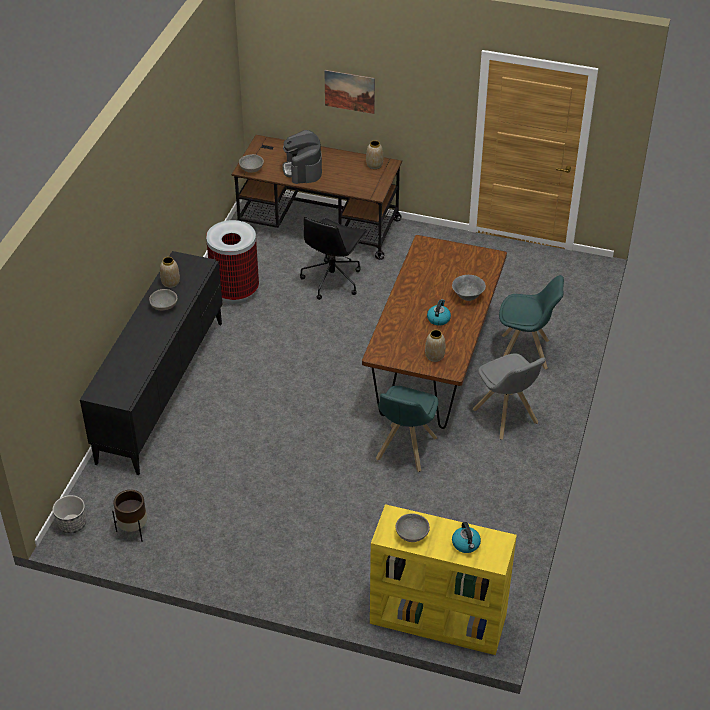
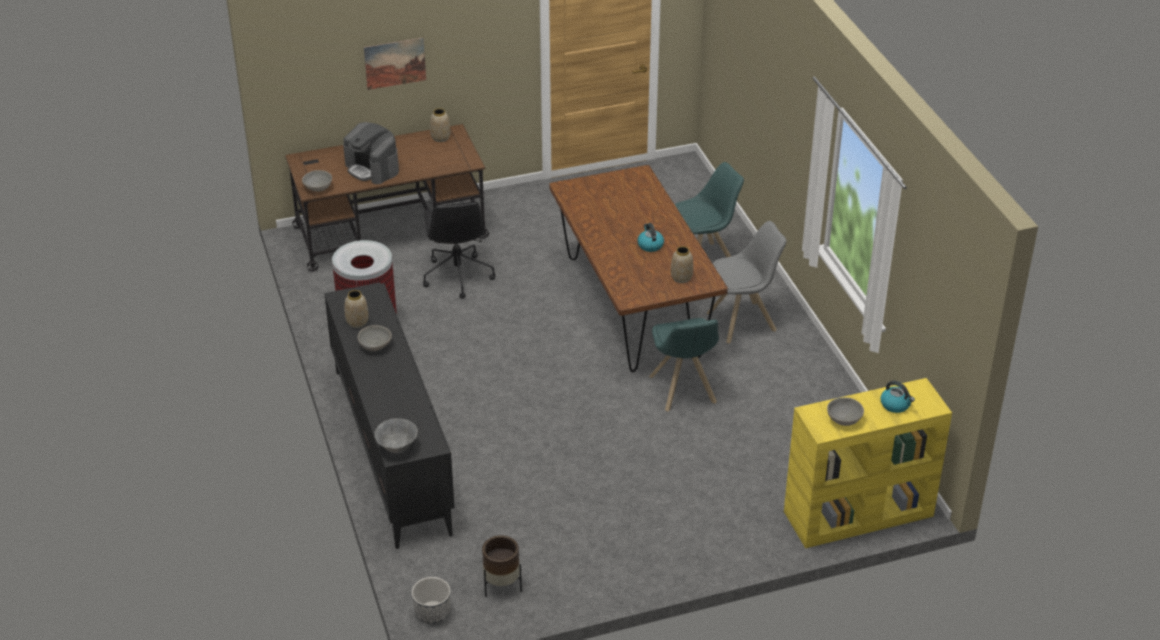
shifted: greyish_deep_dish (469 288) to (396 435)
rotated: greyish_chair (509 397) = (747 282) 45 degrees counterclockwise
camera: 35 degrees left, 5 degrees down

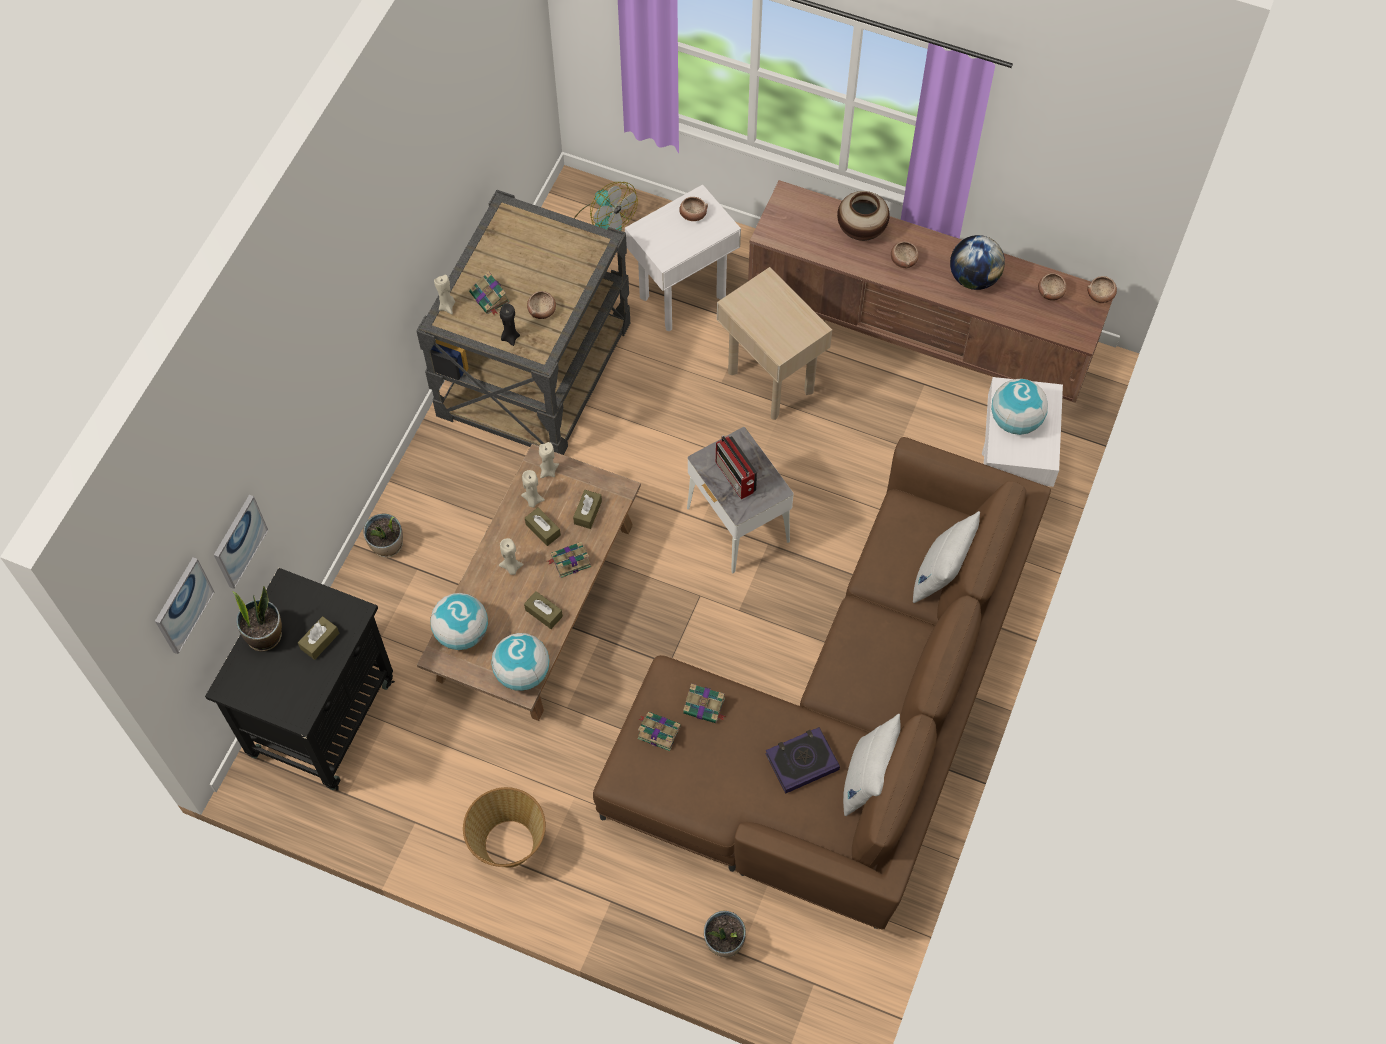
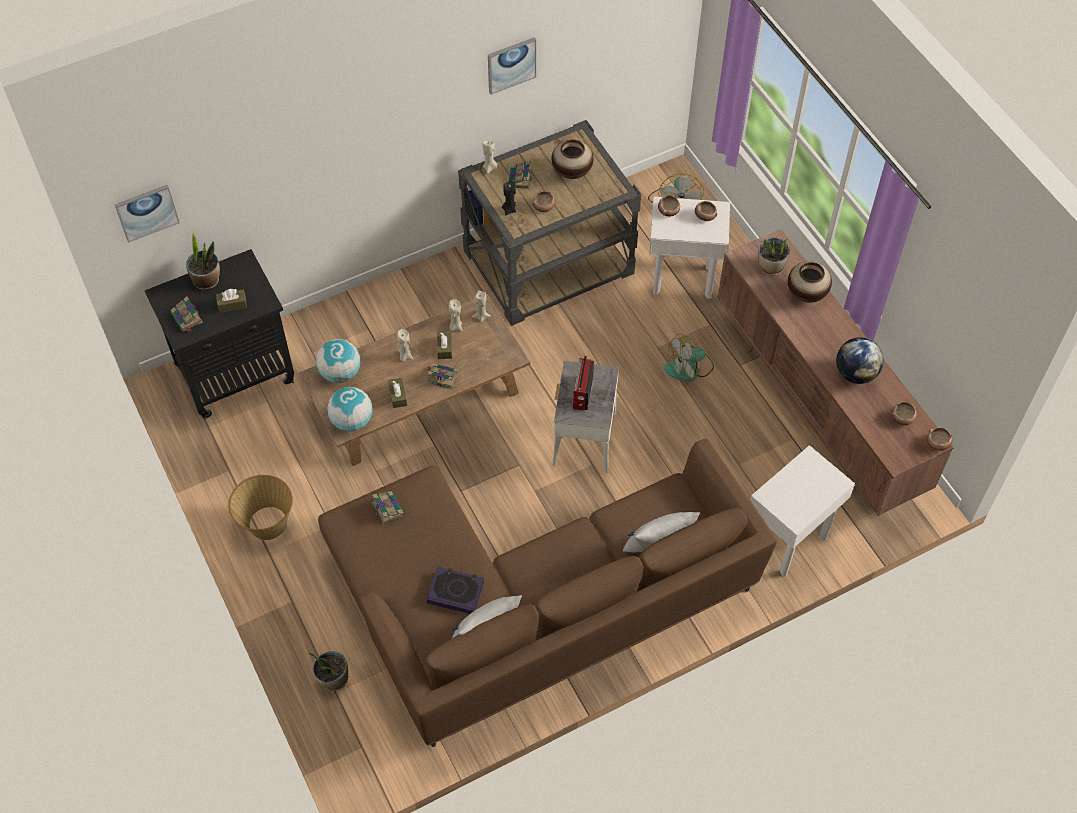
gone: brownish_box_of_tissues (587 509); world_globe (1019 407)
new: flower_vase (573 159)
shifted: book (704 703) to (187 314); wall_picture (241 542) to (512 66); deep_dish (905 254) to (669 206); houseplant (383 536) to (774 256)
swapped: beige-coloured_accent_table (774 343) to fan (689 358)
camera: 40 degrees right, 5 degrees down

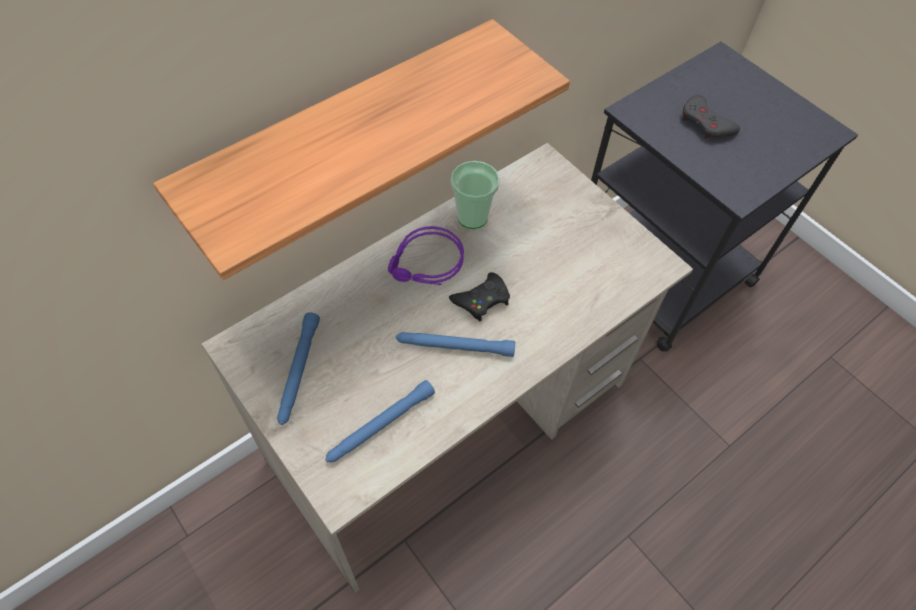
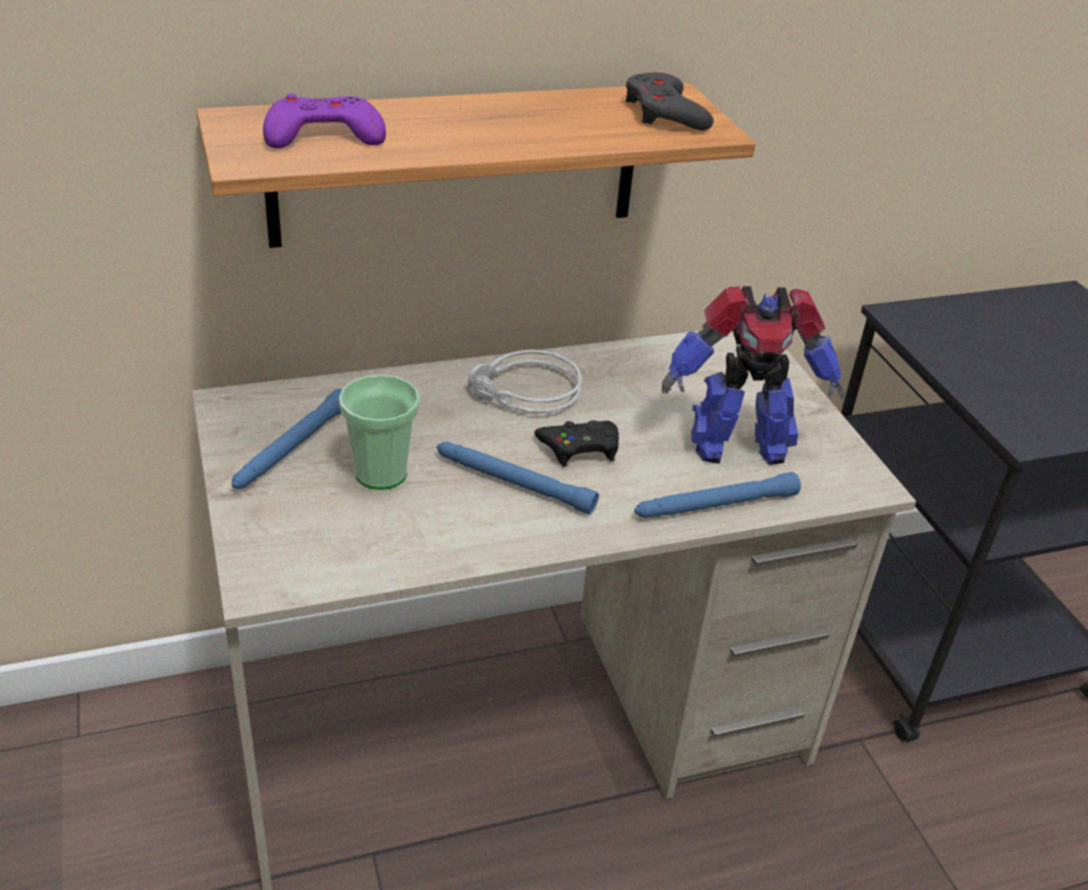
new: purple-coloured_game_controller (324 121); model_robot (753 375)
shifted: drinking_cup (475 195) to (379 432); greyish_game_controller (711 117) to (670 101); blue_torch (380 421) to (717 495)
repainted: purple-coloured_headset (426 255) to greyish_headset (525 381)
camera: 20 degrees right, 20 degrees down

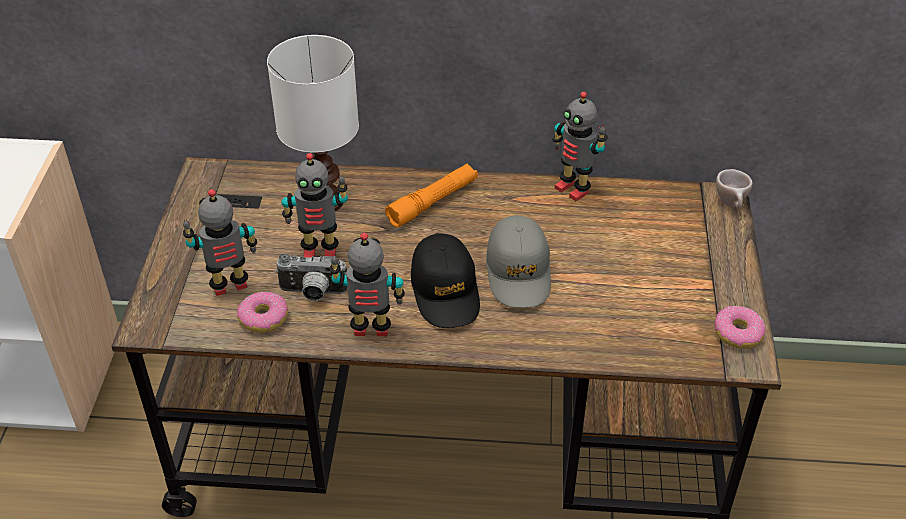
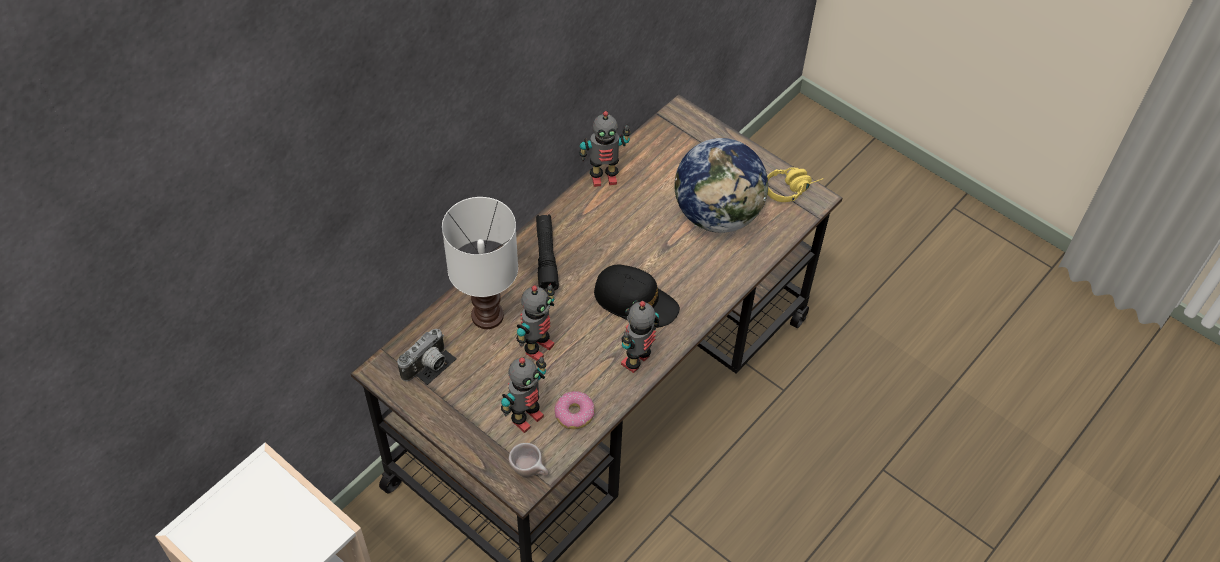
gone: greyish_peaked_cap (518 261)
new: world_globe (721 185)
shifted: still_camera (311 277) to (421 355); beige-coloured_drinking_cup (734 189) to (529 460)
swapped: ring_doughnut (740 327) to yellow_headset (795 184)
repainted: orange_torch (431 195) to black_torch (547 252)
rotated: model_robot (220 242) = (523 394) 150 degrees counterclockwise
camera: 55 degrees left, 10 degrees up

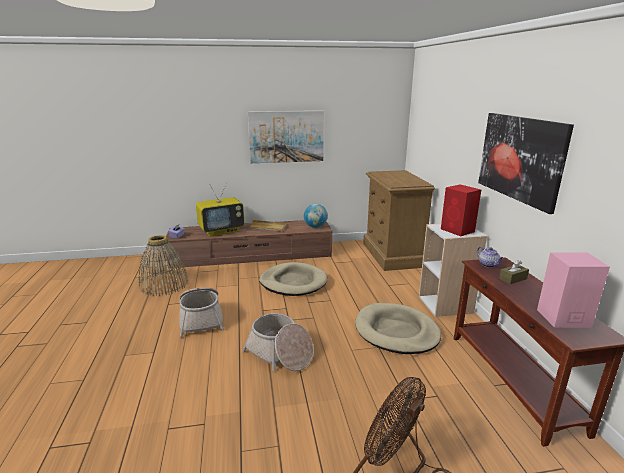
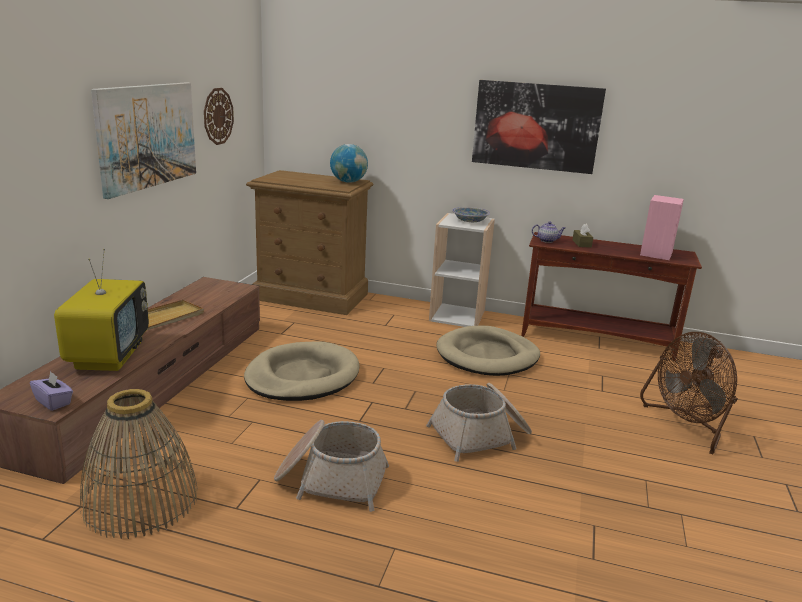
new: hanging_clock (219 116)
shifted: world_globe (316 216) to (349 163)
swapped: red_loudspeaker (461 210) to deep_dish (471 214)
camera: 65 degrees left, 0 degrees up

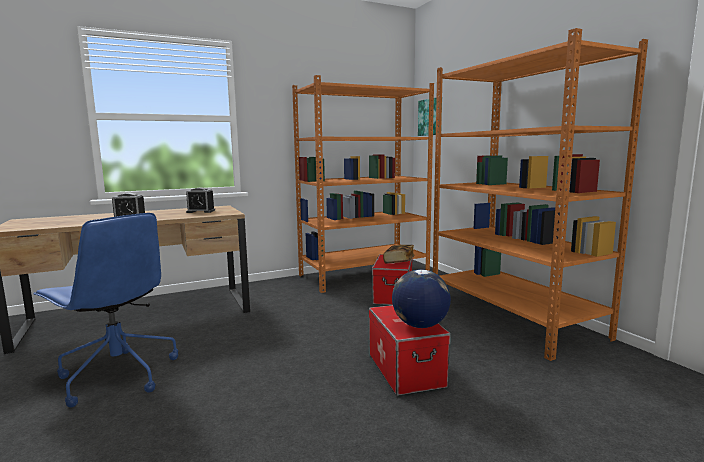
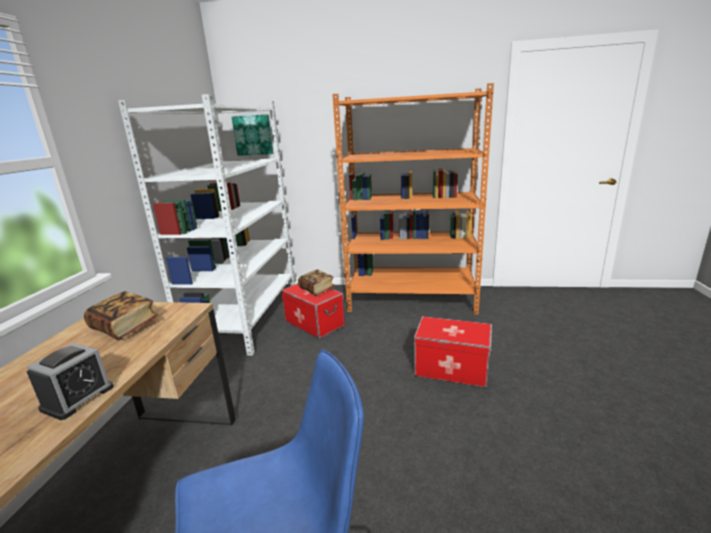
gone: world_globe (421 298)
swapped: bedside_clock (200 200) to book (121 315)
repainted: orange_bookshelf (363 184) to white_bookshelf (206 225)
camera: 55 degrees left, 10 degrees up

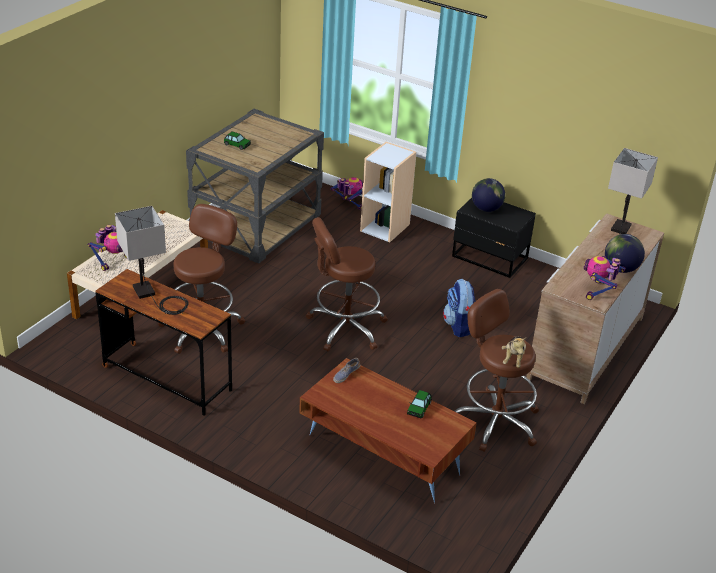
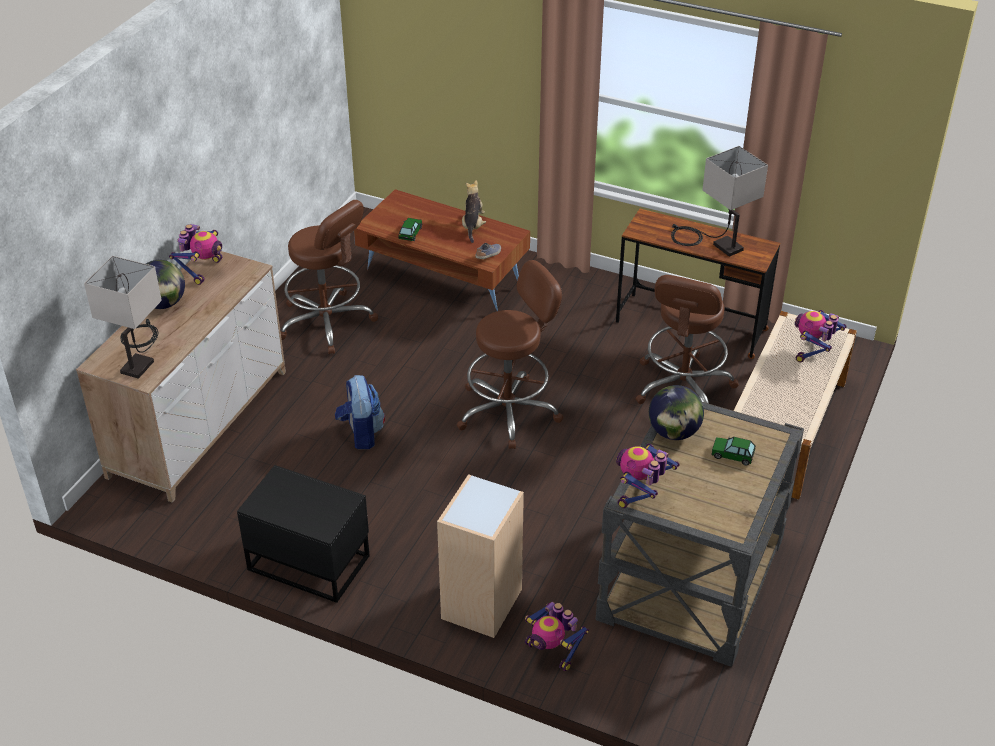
new: model_robot (648 476)
shifted: soft_toy (514 352) to (474 211); world_globe (488 195) to (676 412)
camera: 175 degrees right, 5 degrees up

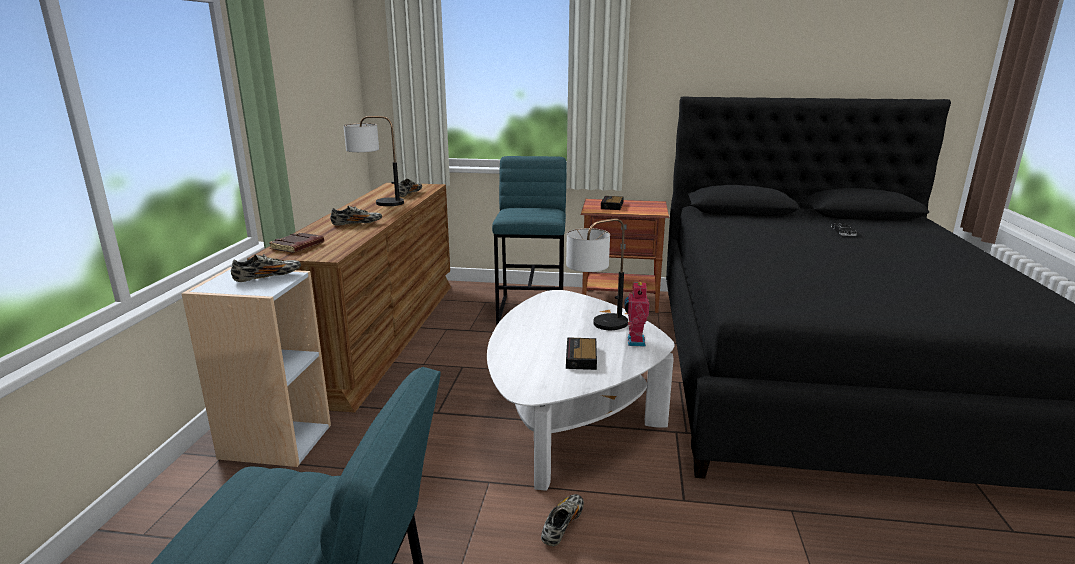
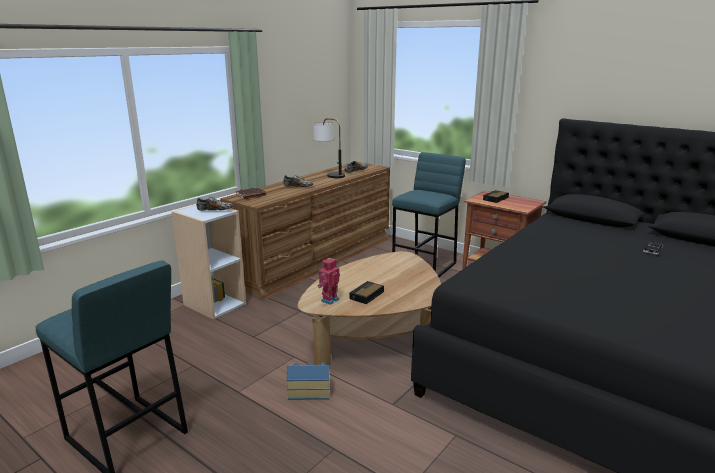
gone: tabletop_lamp (597 274)
shifted: model_robot (636 313) to (328 281)
swapped: low_shoe (562 520) to miniature_house (308 381)
repainted: white_lounge_table (581 390) to brownish_lounge_table (369 308)
camera: 30 degrees right, 0 degrees up

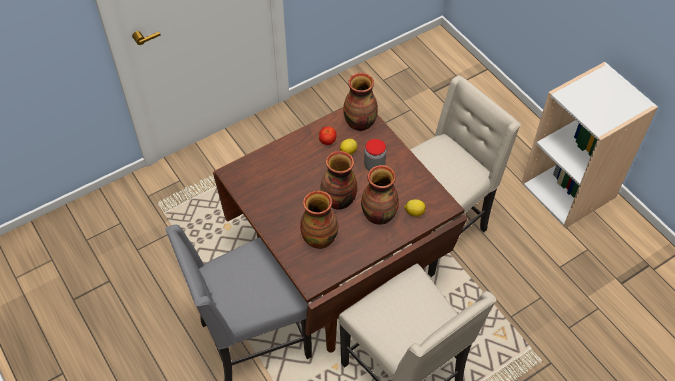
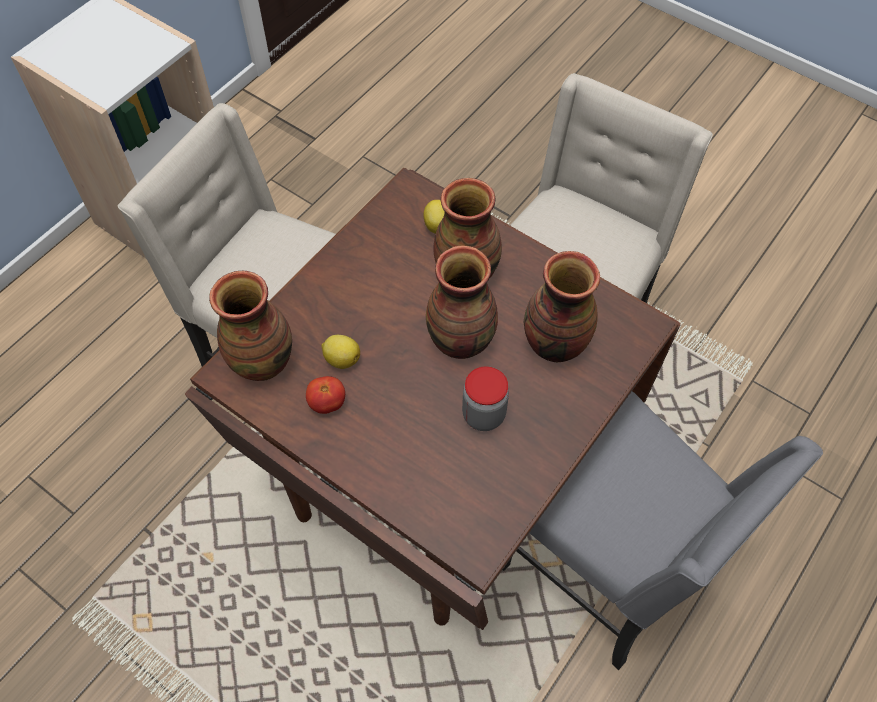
shifted: preserve_jar (375 155) to (485 398)
camera: 110 degrees left, 5 degrees up

